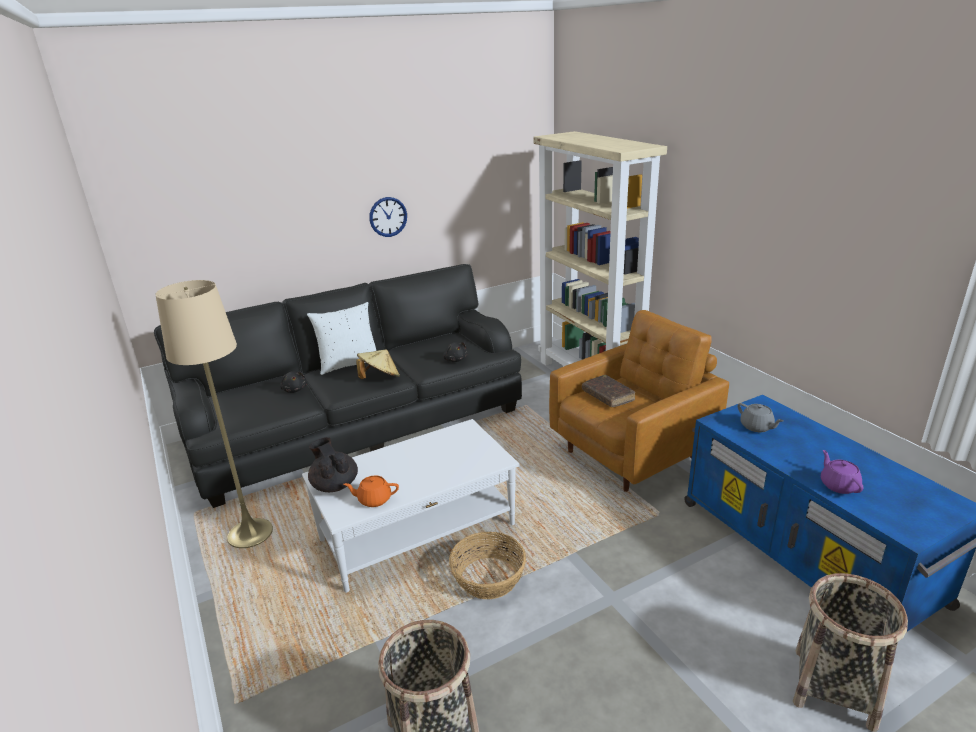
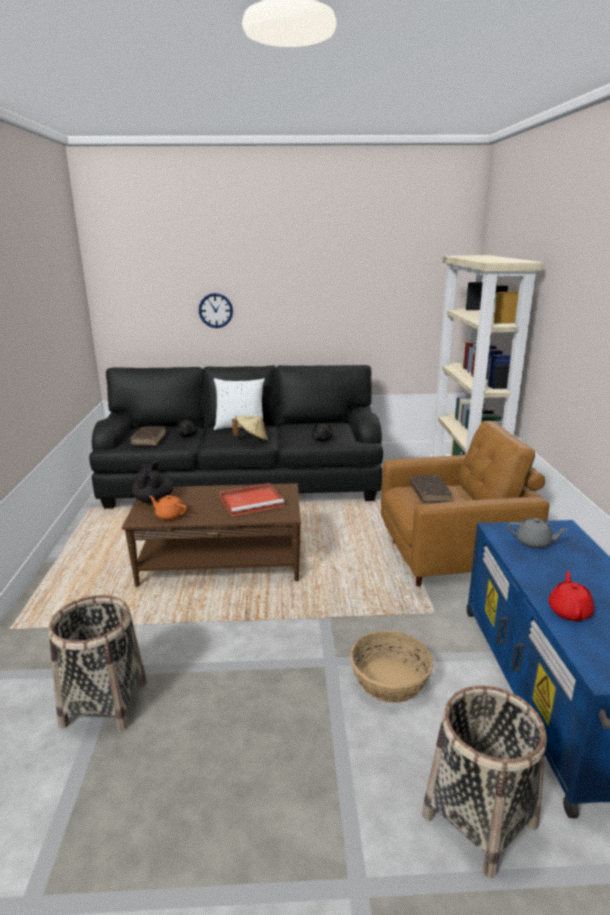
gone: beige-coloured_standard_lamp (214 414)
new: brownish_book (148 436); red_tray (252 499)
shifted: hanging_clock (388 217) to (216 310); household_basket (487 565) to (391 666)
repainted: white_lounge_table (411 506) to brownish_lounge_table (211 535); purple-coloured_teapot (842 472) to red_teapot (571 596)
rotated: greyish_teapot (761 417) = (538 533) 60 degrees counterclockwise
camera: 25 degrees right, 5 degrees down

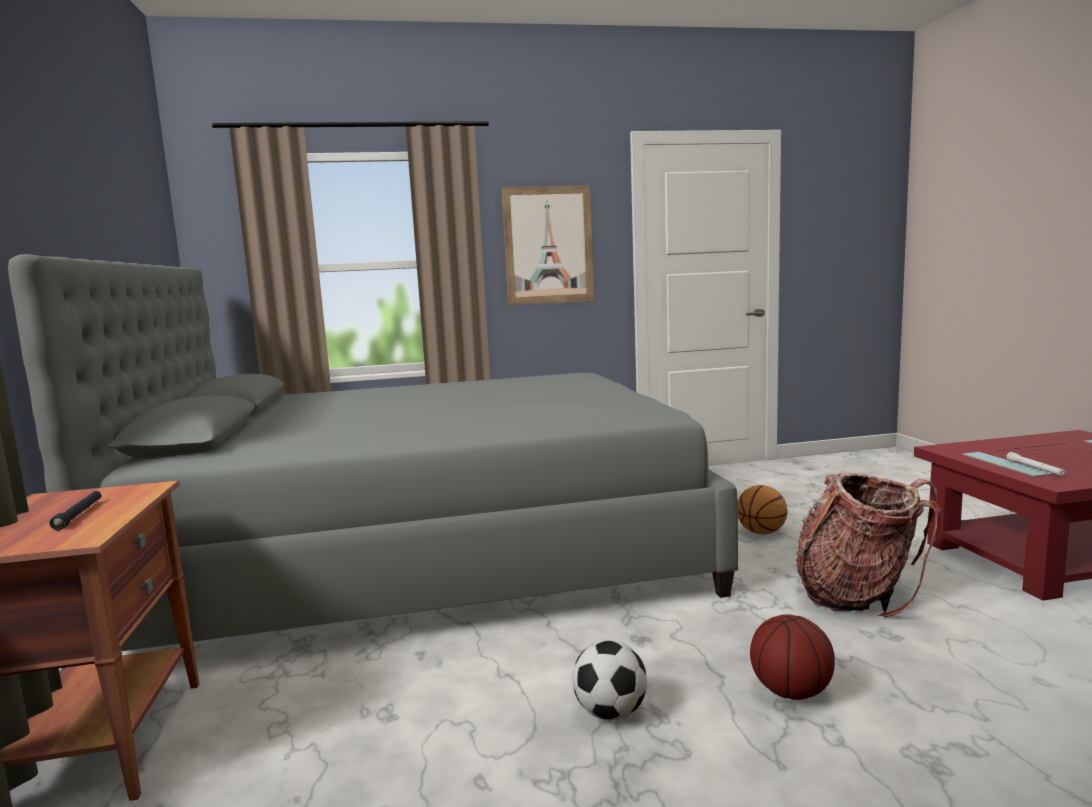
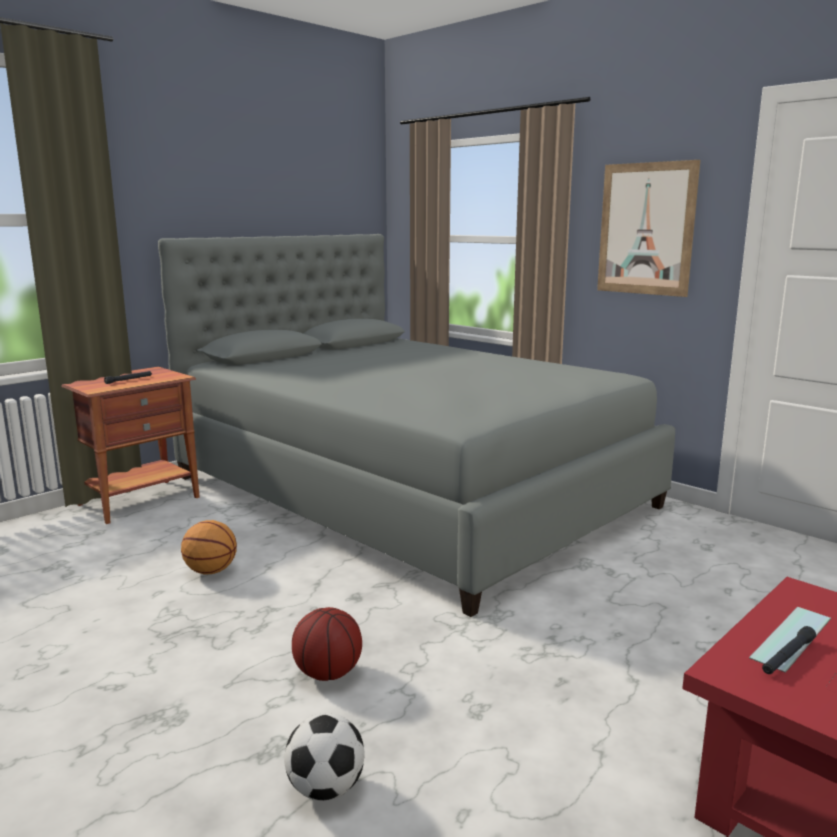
gone: backpack (868 545)
shifted: basketball_ball (763 510) to (209 547); football (609 680) to (324 756)
repainted: white_torch (1035 464) to black_torch (789 650)
camera: 55 degrees right, 5 degrees up

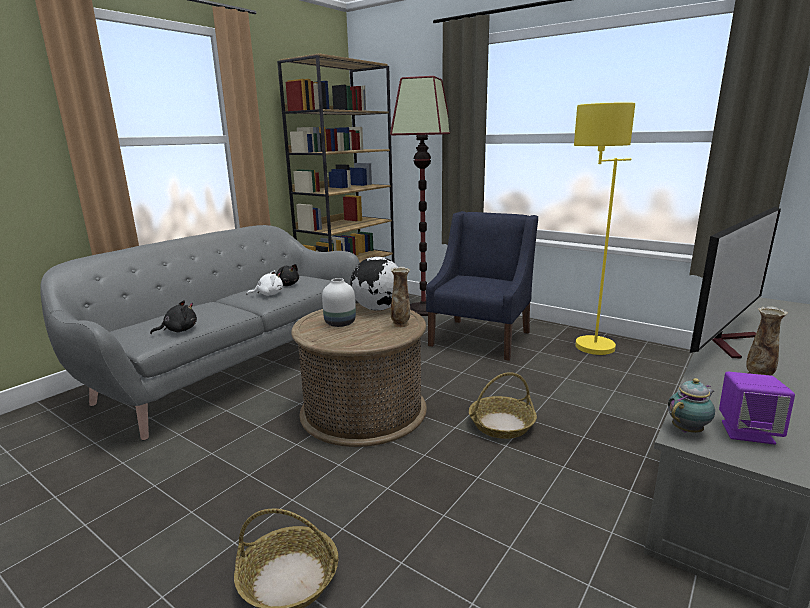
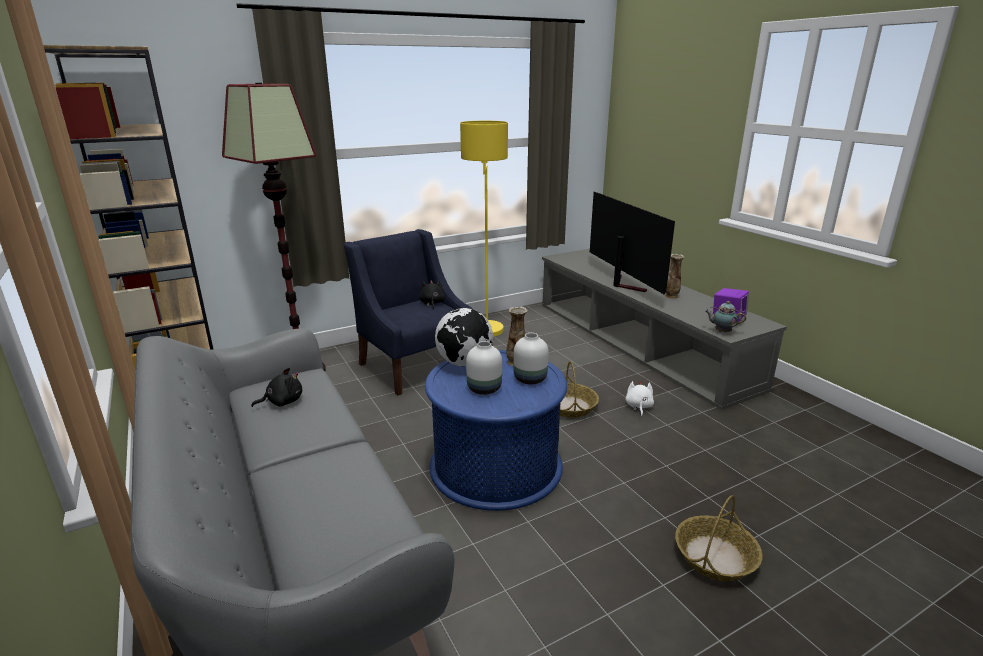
new: white_flower_vase (531 358)
shifted: black_soft_toy (173 317) to (432 294); white_soft_toy (264 283) to (639 398)
repainted: brownish_lounge_table (359 375) to blue_lounge_table (496 430)
rotated: teapot (691 405) = (725 316) 60 degrees counterclockwise
camera: 65 degrees left, 5 degrees up

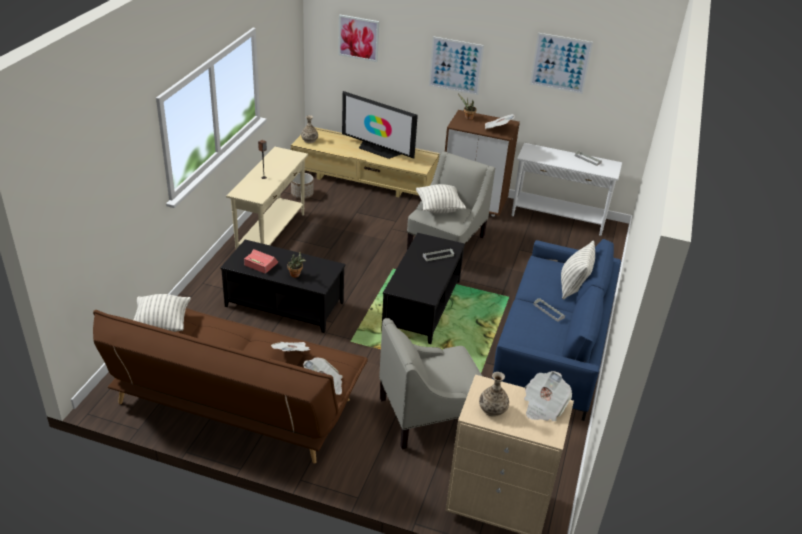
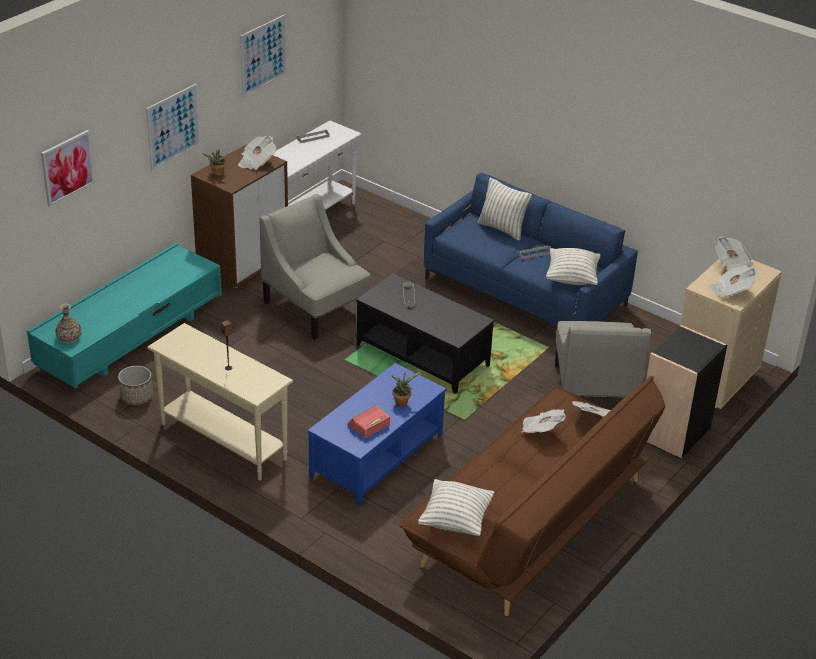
gone: television (380 125)
new: black_bookshelf (686 392)
shifted: throw_pillow (441 198) to (573 266)
swapped: flower_vase (494 394) to newspaper (733 281)
repainted: beige-coloured_tv_stand (365 162) to turquoise_tv_stand (124 316); black_lounge_table (283 286) to blue_lounge_table (377 434)
camera: 70 degrees left, 0 degrees up

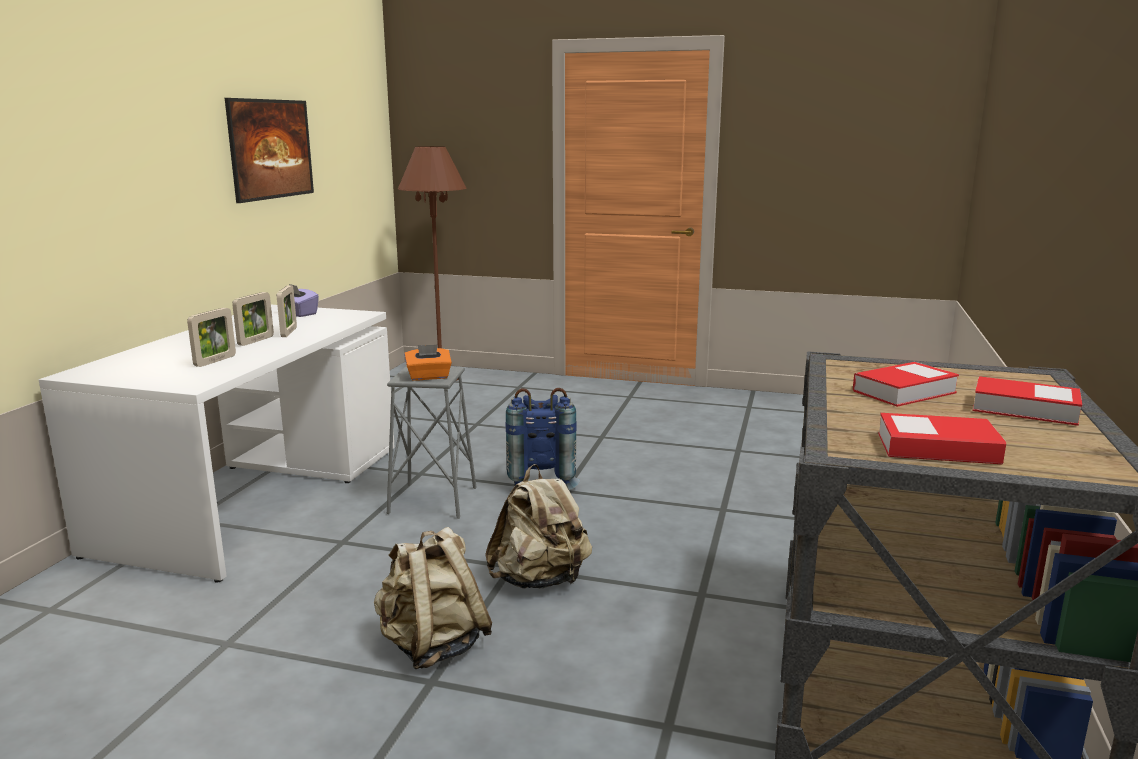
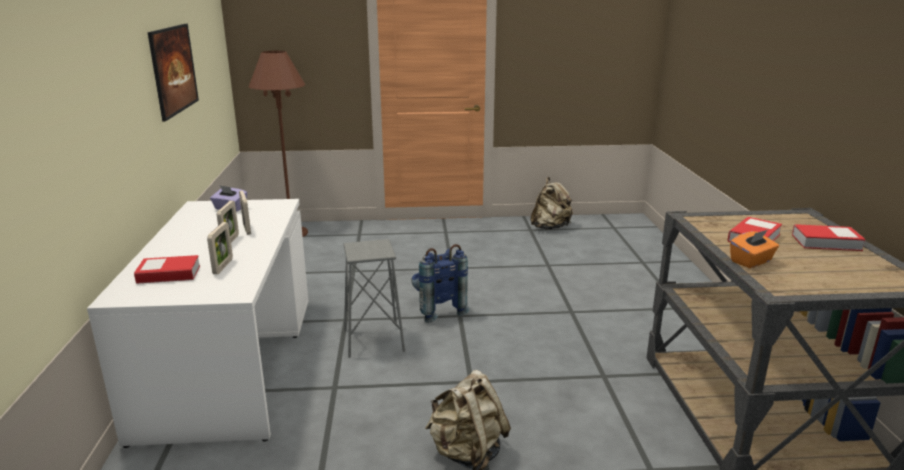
shifted: book (942 438) to (167 269); beige-coloured_backpack (538 526) to (551 203); orange_box_of_tissues (428 363) to (754 249)
camera: 20 degrees left, 5 degrees up

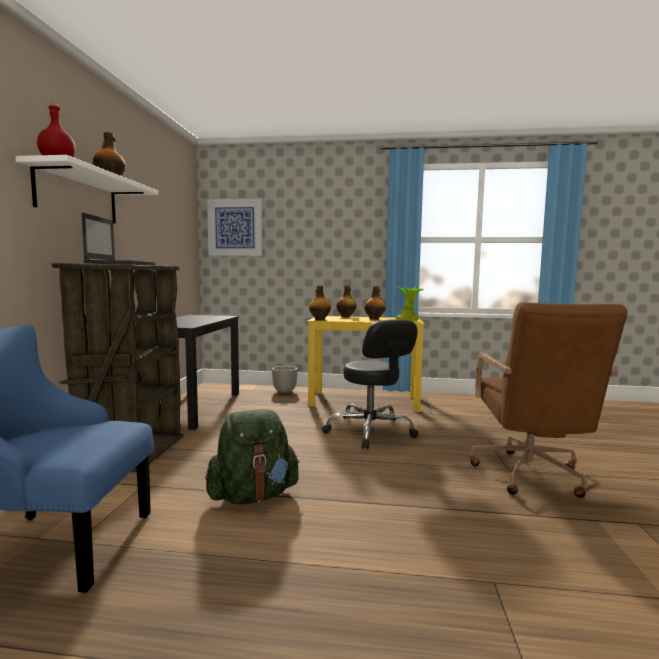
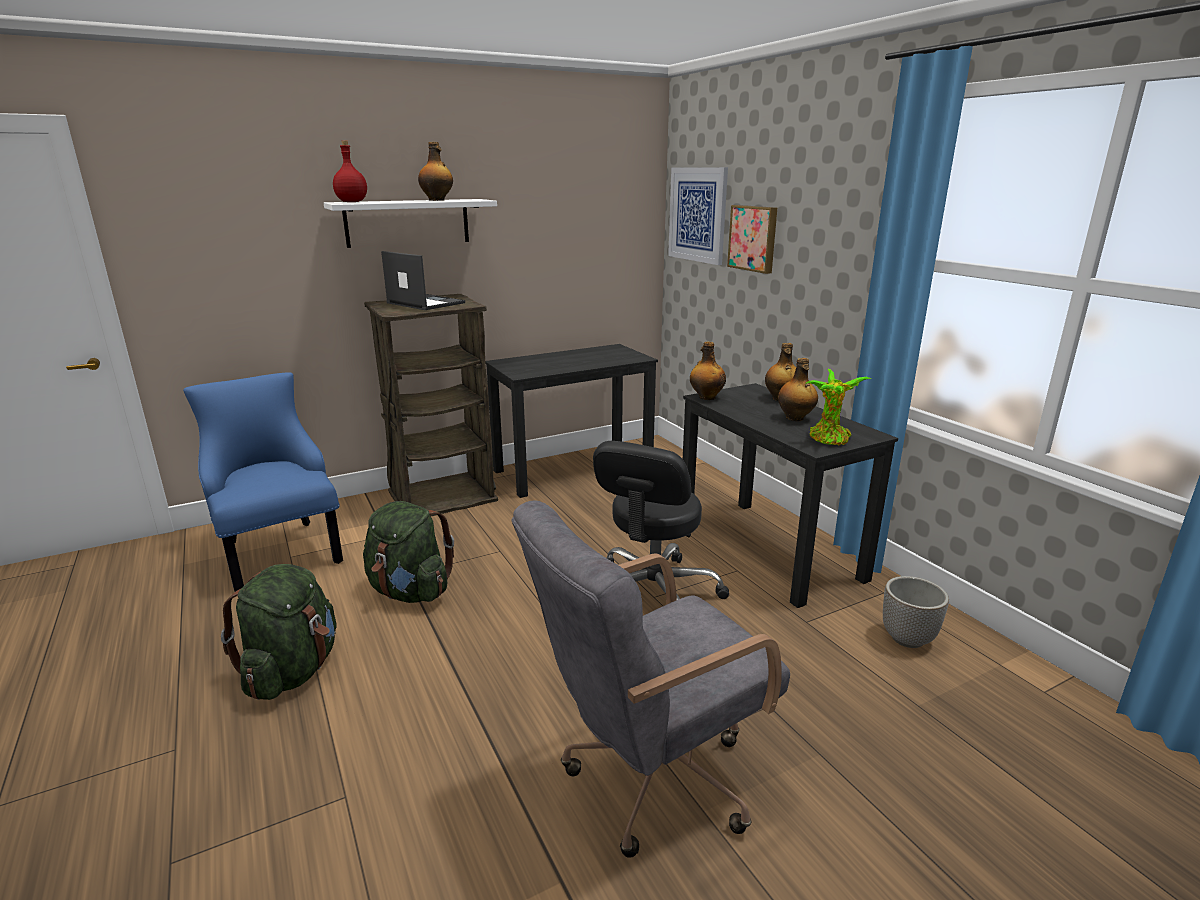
new: green-coloured_backpack (278 632); wall_picture (752 239)
shifted: plant_pot (284 380) to (916 612)
repainted: brownish_computer_chair (548 400) to greyish_computer_chair (650 679); yellow_desk (366 364) to black_desk (790 495)
rotated: laptop (118 239) = (423 280) 105 degrees counterclockwise
camera: 55 degrees right, 15 degrees up

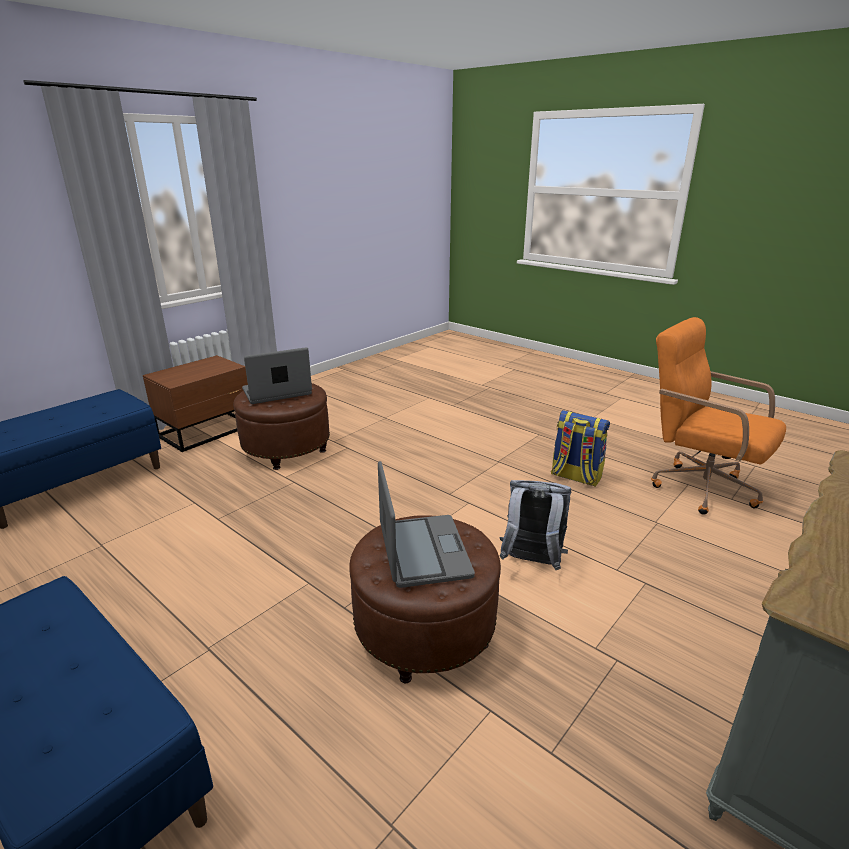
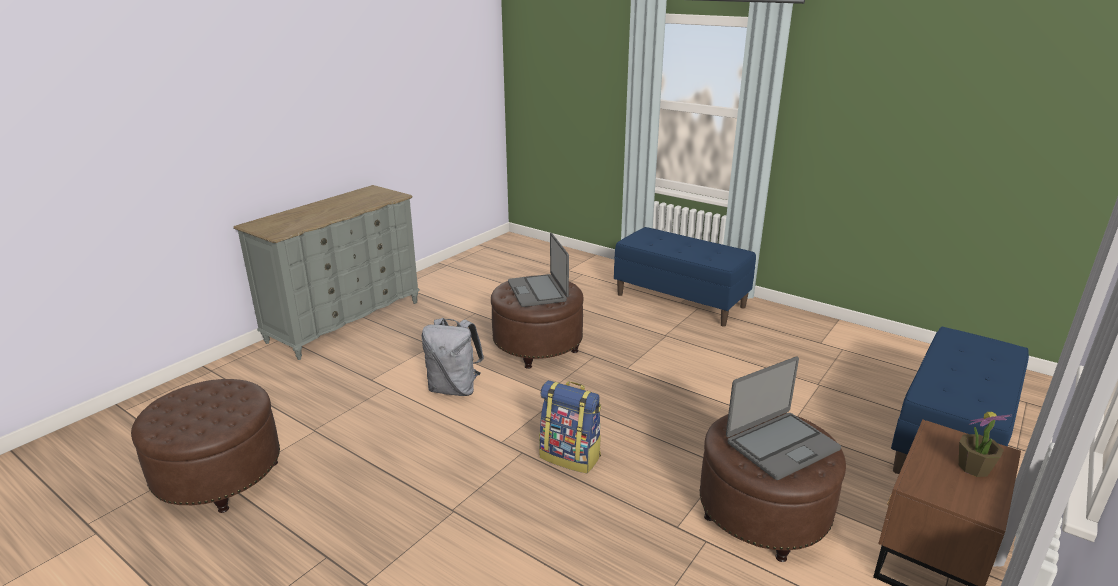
new: houseplant (985 444)
shifted: backpack (580 448) to (570 427)
swapped: orange_computer_chair (718 416) to brownish_ottoman (205 446)
camera: 175 degrees right, 0 degrees up

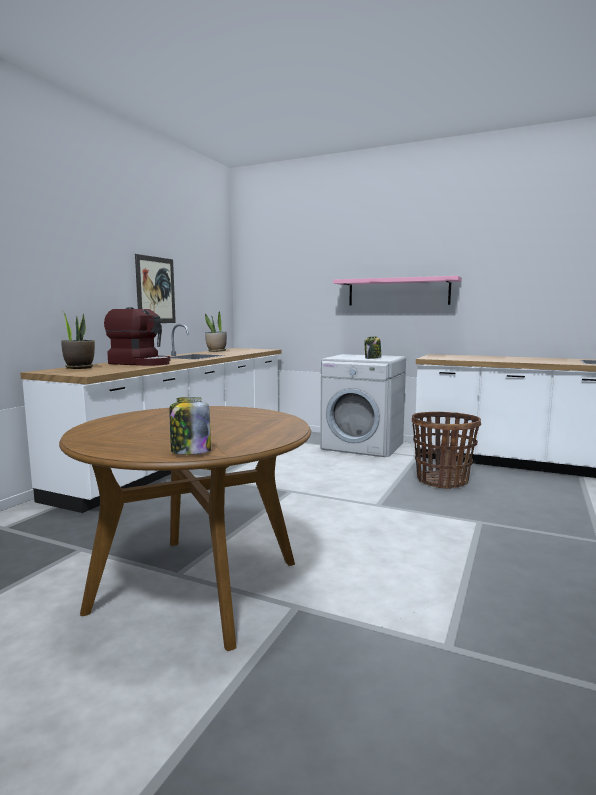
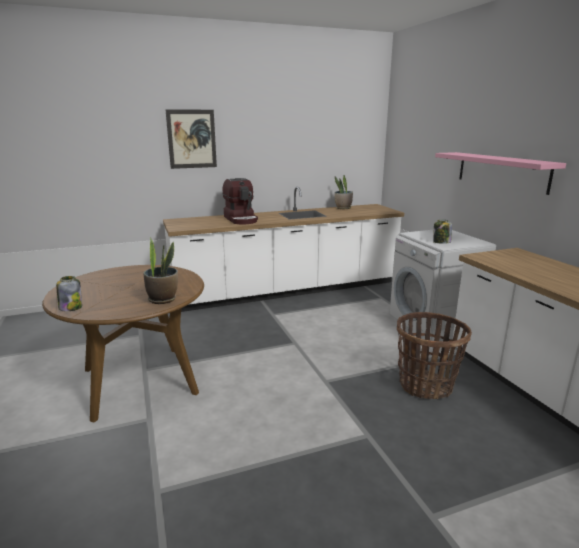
shifted: houseplant (78 339) to (160 271); wall_picture (155 288) to (191 139)
camera: 45 degrees right, 10 degrees up

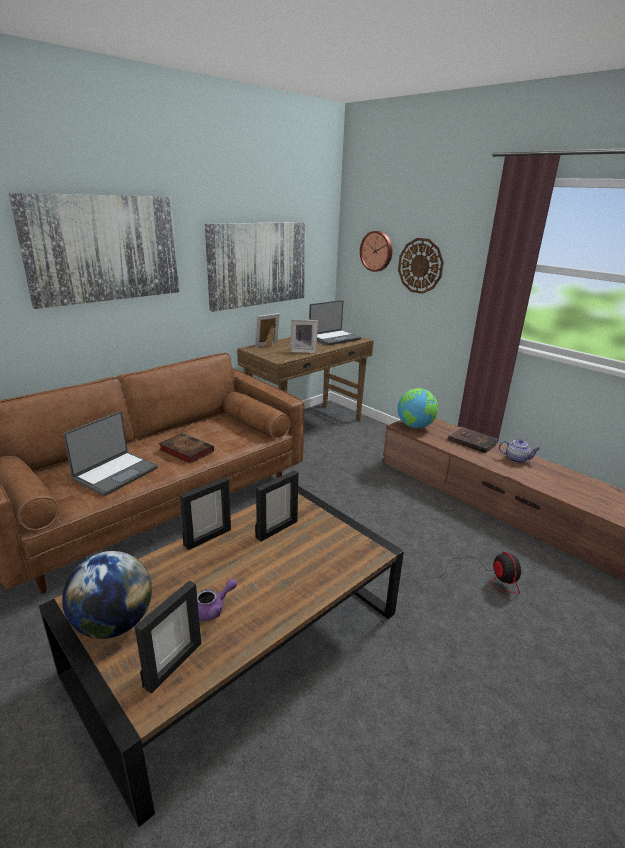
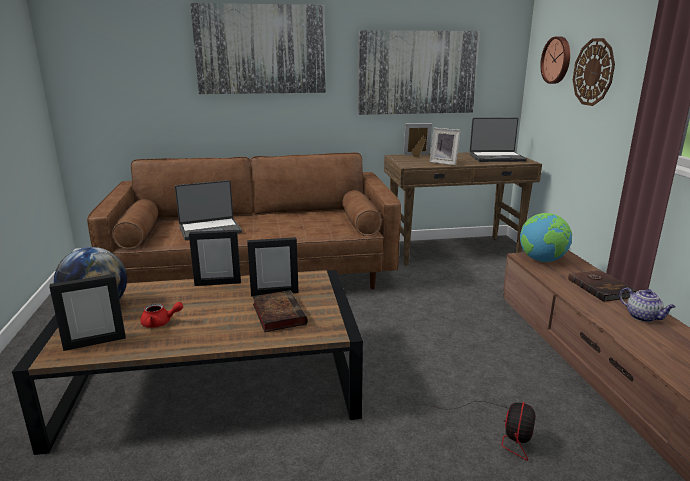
shifted: book (186 448) to (280 311)
repainted: purple-coloured_teapot (217 600) to red_teapot (161 315)
camera: 35 degrees right, 5 degrees down

